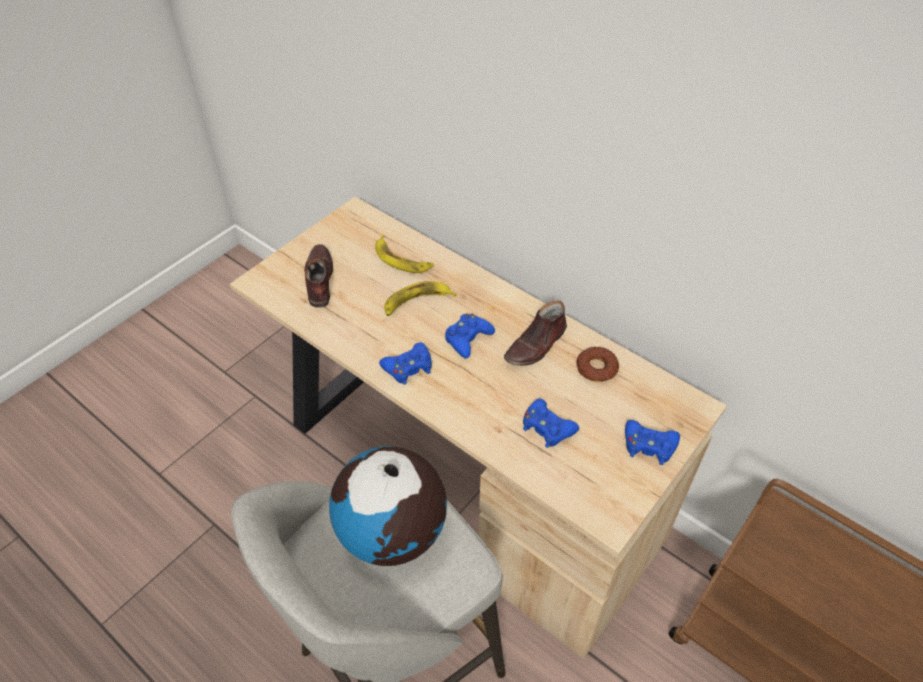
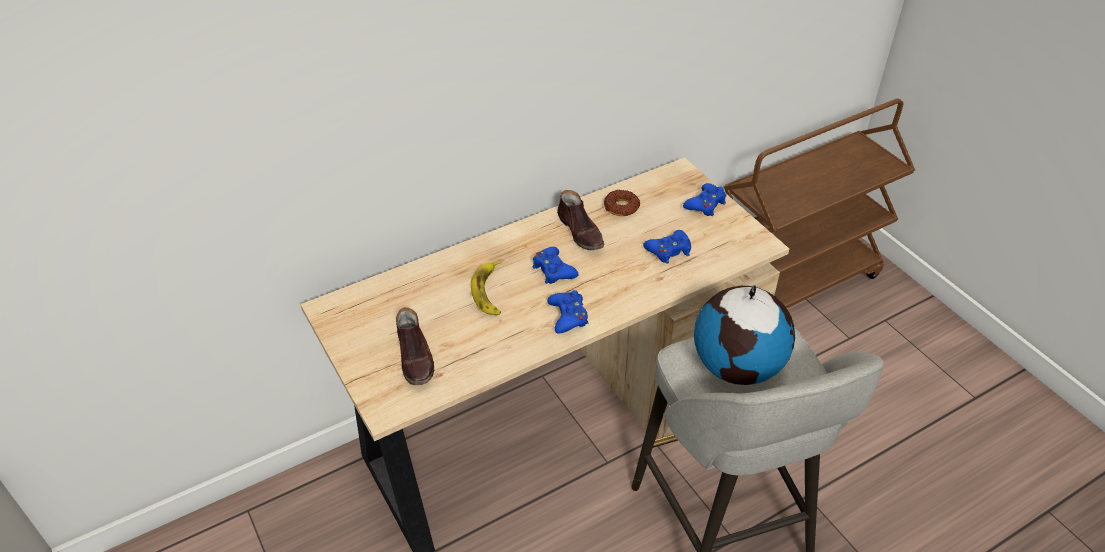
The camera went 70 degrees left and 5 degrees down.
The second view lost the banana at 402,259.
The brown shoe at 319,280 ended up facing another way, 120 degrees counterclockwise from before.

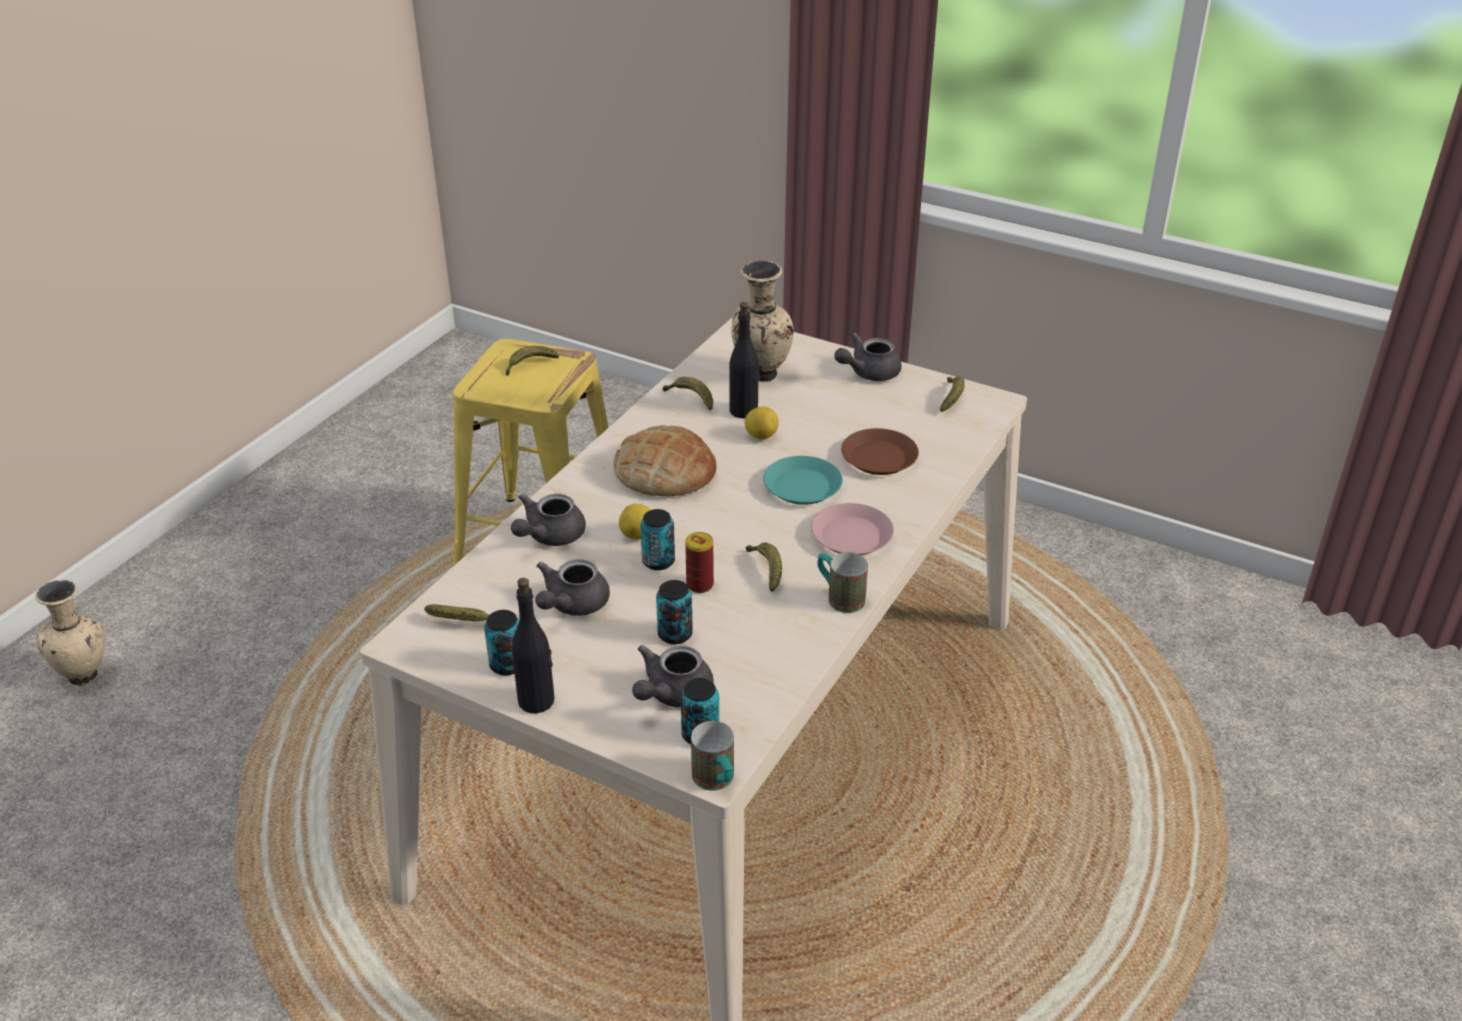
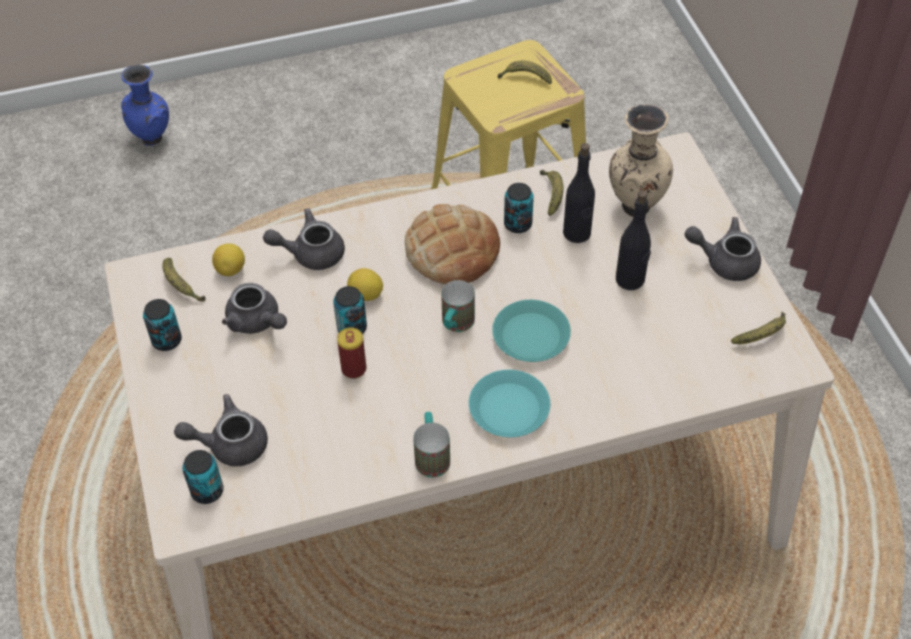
The camera went 45 degrees right and 15 degrees up.
The lemon ended up elsewhere, having gone from 761,436 to 231,269.
The second view lost the brown plate at 879,458.
What was the pink plate at 852,537 turned into the turquoise plate at 509,409.
The second view lost the banana at 767,570.
The grey teapot at 571,605 ended up facing another way, 120 degrees counterclockwise from before.
The black bottle ended up elsewhere, having gone from 537,701 to 630,280.
What was the beige vase at 86,676 turned into the blue vase at 153,139.
The can ended up elsewhere, having gone from 675,634 to 518,224.
The mug ended up elsewhere, having gone from 716,782 to 455,325.

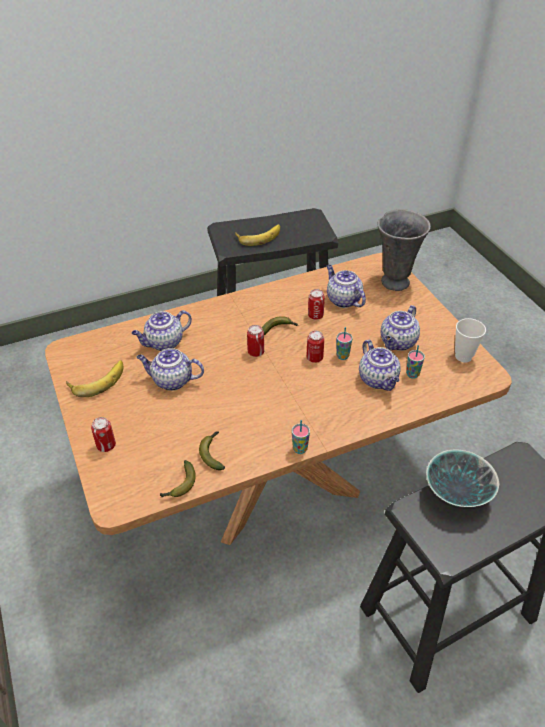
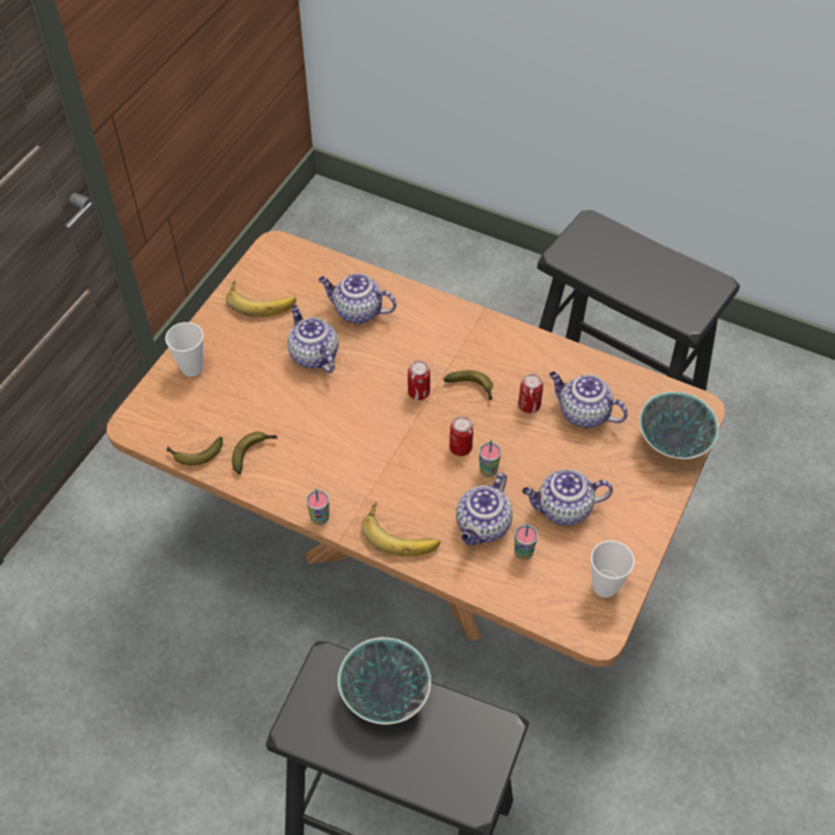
The camera went 50 degrees right and 10 degrees up.
Where the grey vase stood at 395,281, the bowl came to stand at 672,442.
The banana ended up elsewhere, having gone from 258,236 to 401,533.
The teapot at 343,300 ended up facing another way, 75 degrees counterclockwise from before.
Where the can stood at 106,445, the cup came to stand at 192,368.

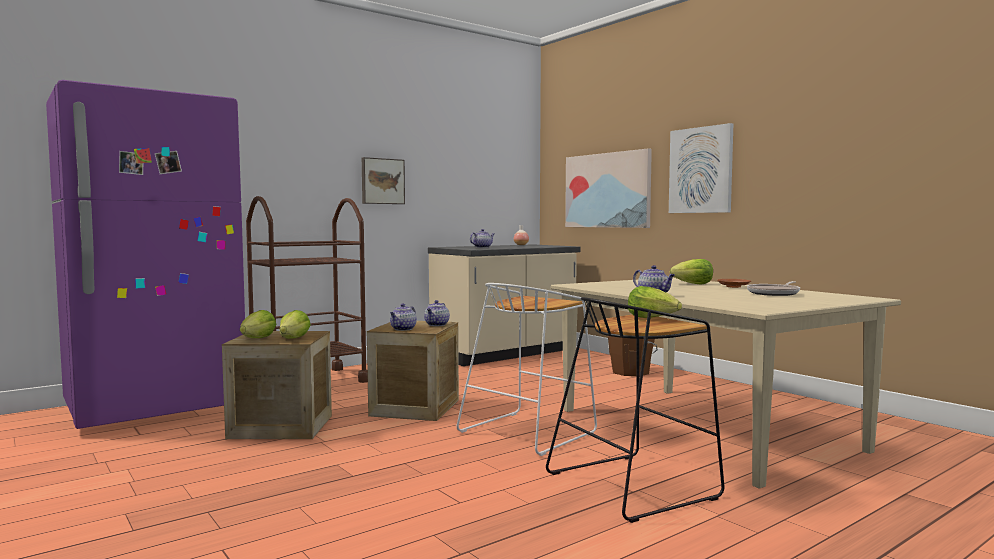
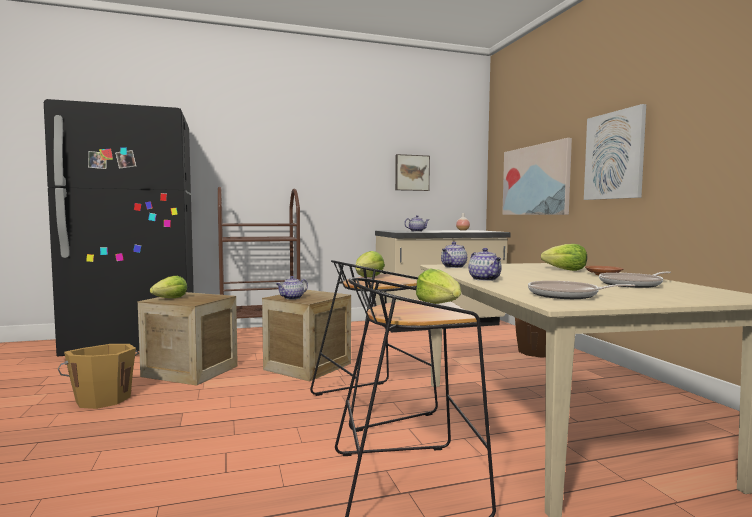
The camera went 20 degrees right and 0 degrees up.
What was the purple fridge at 156,408 turned into the black fridge at 134,345.
The picture ended up elsewhere, having gone from 382,181 to 411,173.
What was the white stool at 527,432 turned into the black stool at 373,403.
The teapot ended up elsewhere, having gone from 437,325 to 453,267.
The lettuce ended up elsewhere, having gone from 294,339 to 369,277.
The second view gained the frying pan at 567,295.
The second view gained the orange bucket at 103,399.

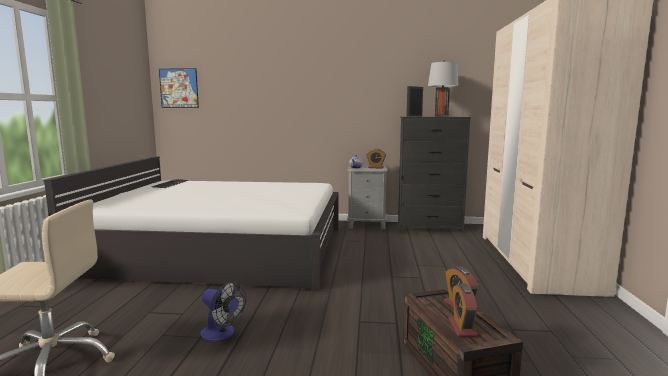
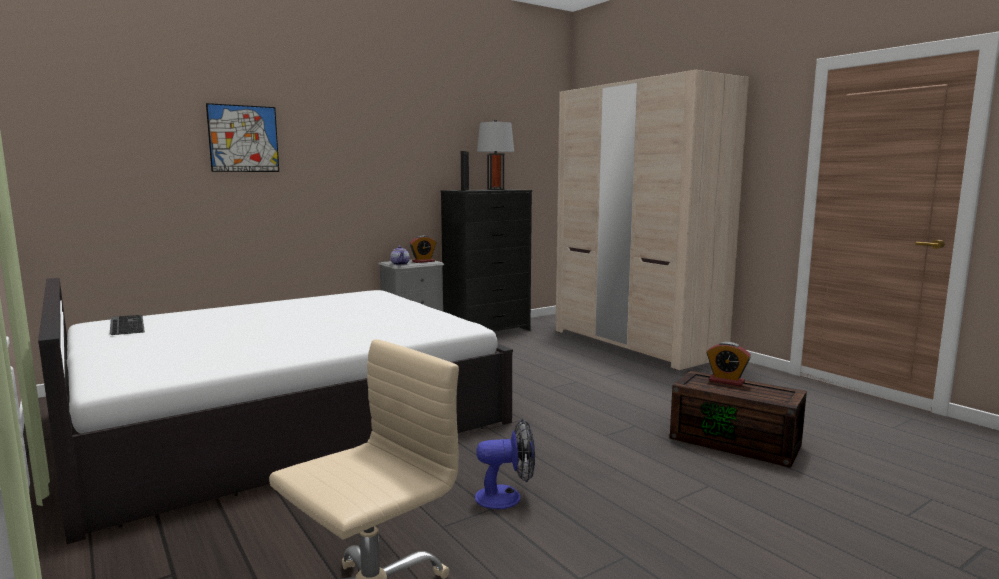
The camera went 40 degrees left and 0 degrees up.
The picture ended up elsewhere, having gone from 179,88 to 243,138.
The second view lost the alarm clock at 462,328.

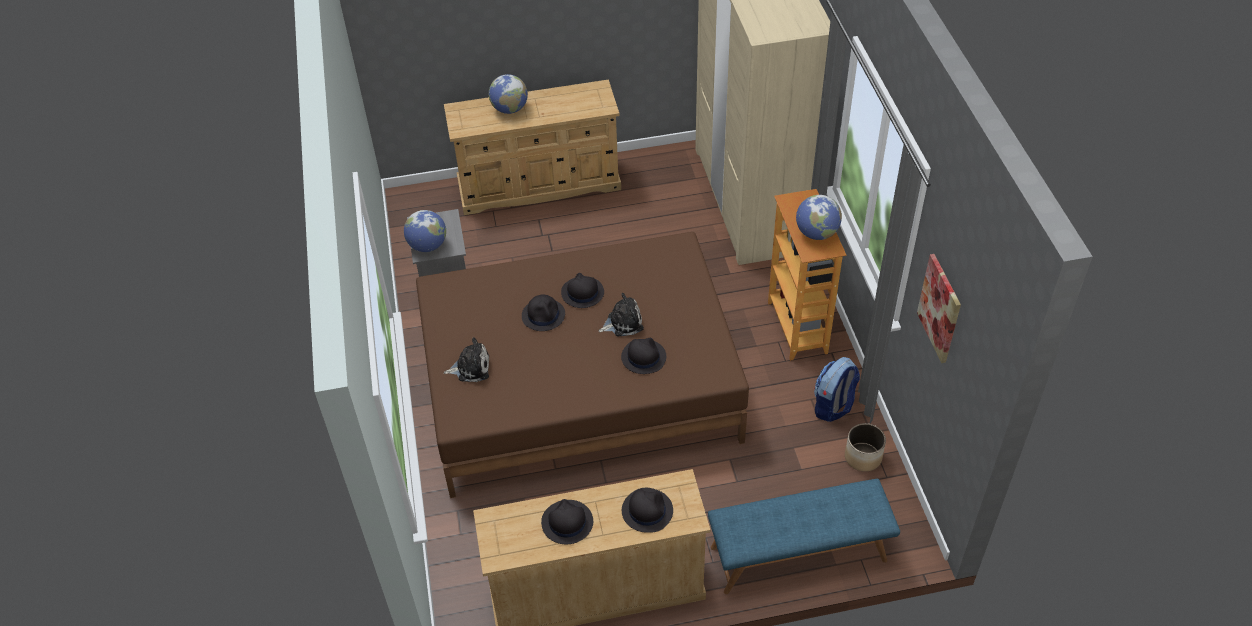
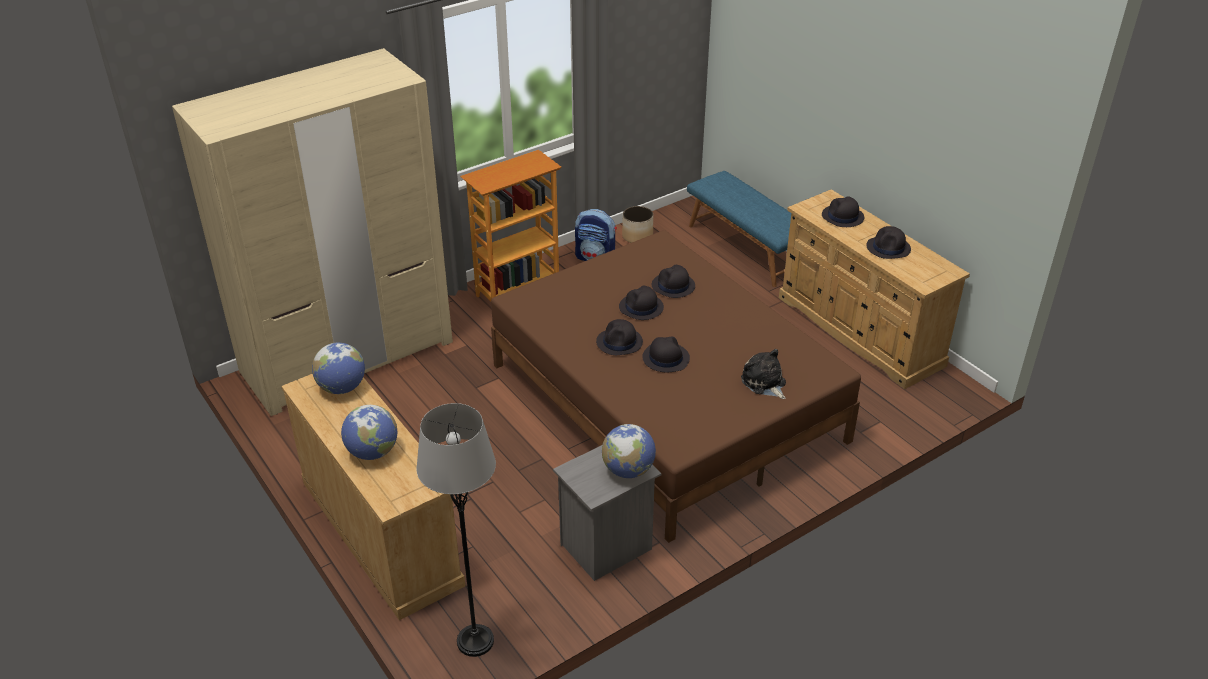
The camera went 115 degrees left and 10 degrees down.
The globe ended up elsewhere, having gone from 816,233 to 342,388.
The second view lost the picture at 940,308.
Where the plush toy stood at 623,323, the black hat came to stand at 641,307.
The second view gained the grey floor lamp at 475,641.

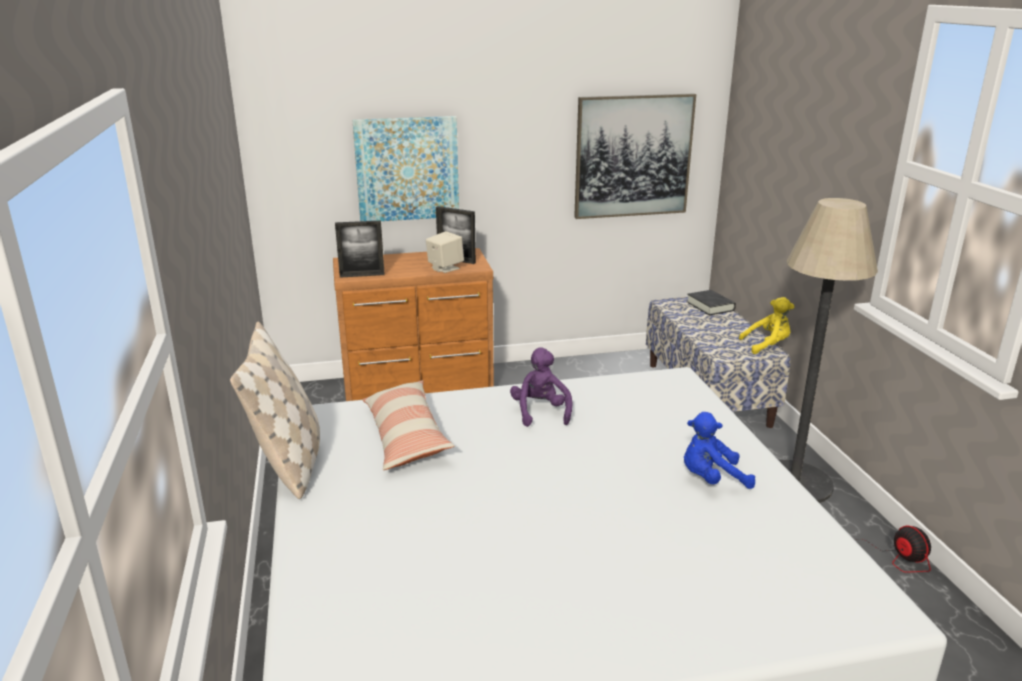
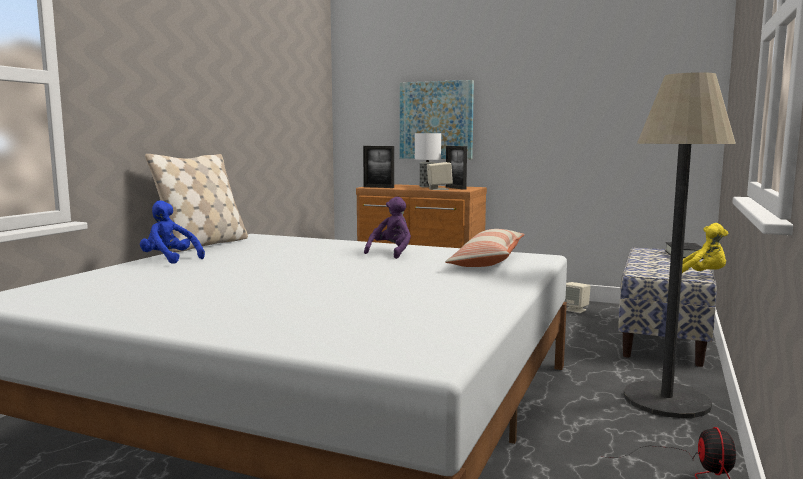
The camera went 35 degrees right and 15 degrees down.
The second view lost the picture at 633,156.
The pillow ended up elsewhere, having gone from 406,436 to 487,261.
The blue plush toy ended up elsewhere, having gone from 711,479 to 169,260.
The second view gained the table lamp at 427,186.
The second view gained the beige speaker at 575,310.

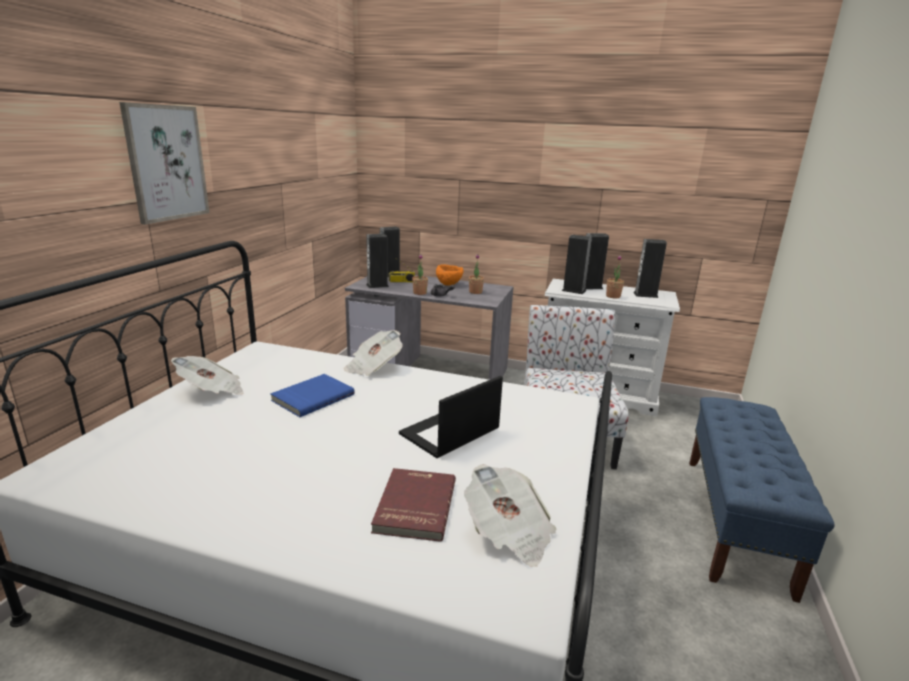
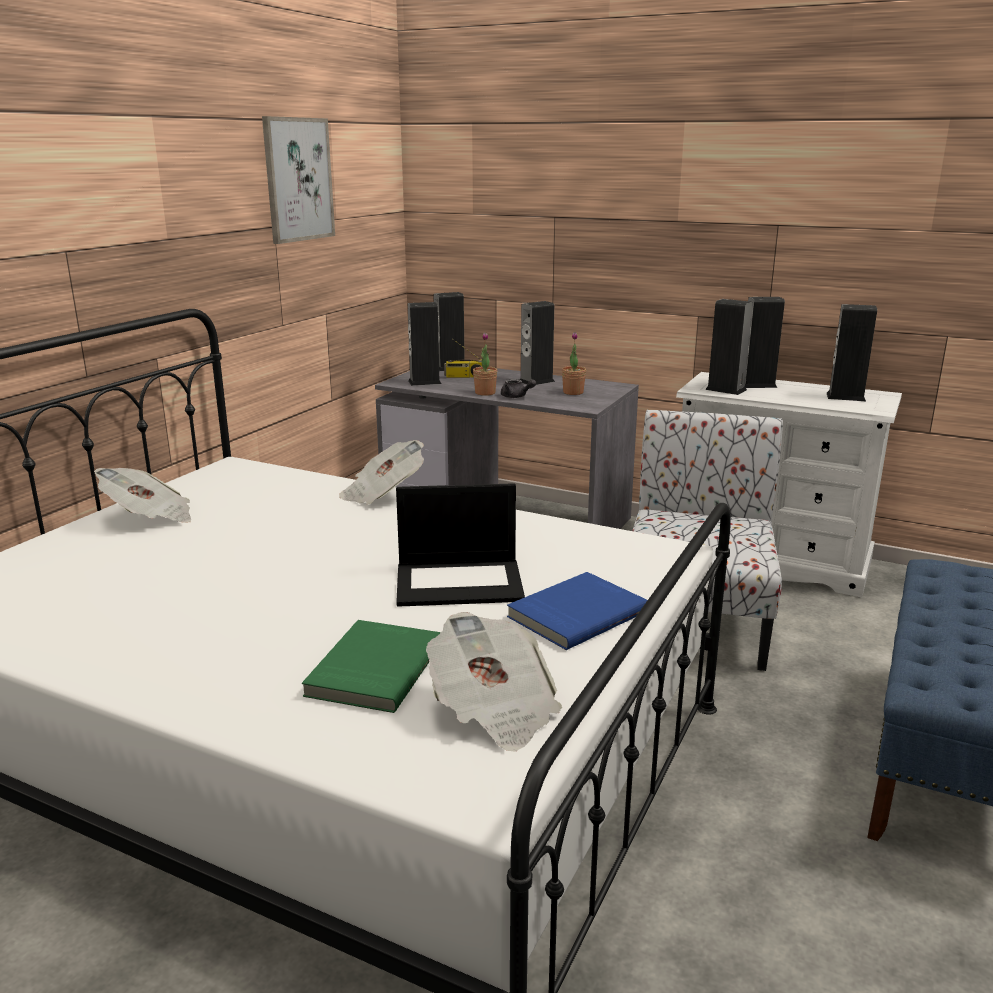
The camera went 10 degrees right and 0 degrees up.
The picture ended up elsewhere, having gone from 166,163 to 298,179.
The second view lost the potted plant at 613,296.
Where the orange bowl stood at 449,284, the speaker came to stand at 536,381.
The blue book ended up elsewhere, having gone from 312,397 to 575,613.
The laptop at 449,432 ended up facing another way, 150 degrees counterclockwise from before.
What was the red book at 413,506 turned into the green book at 373,669.

